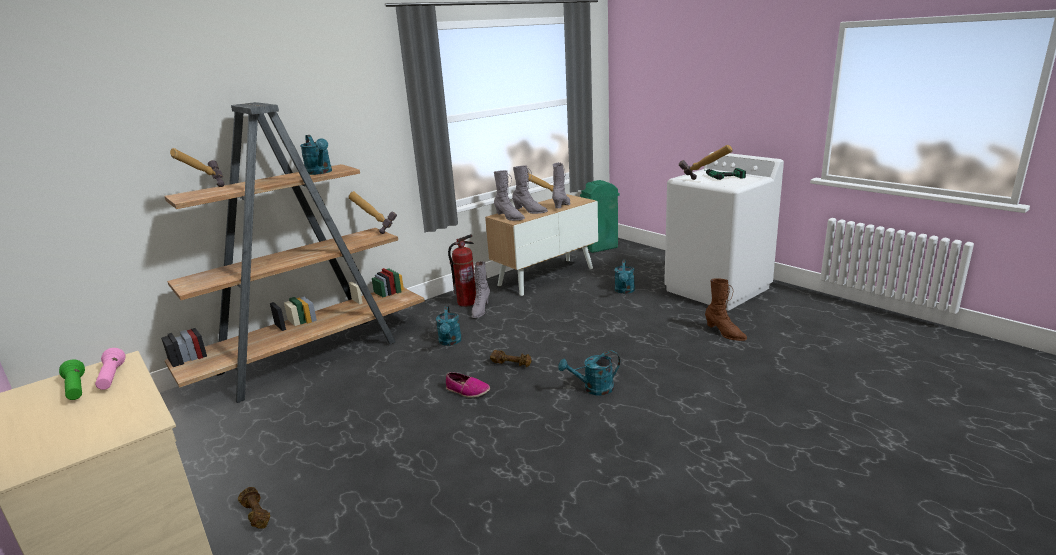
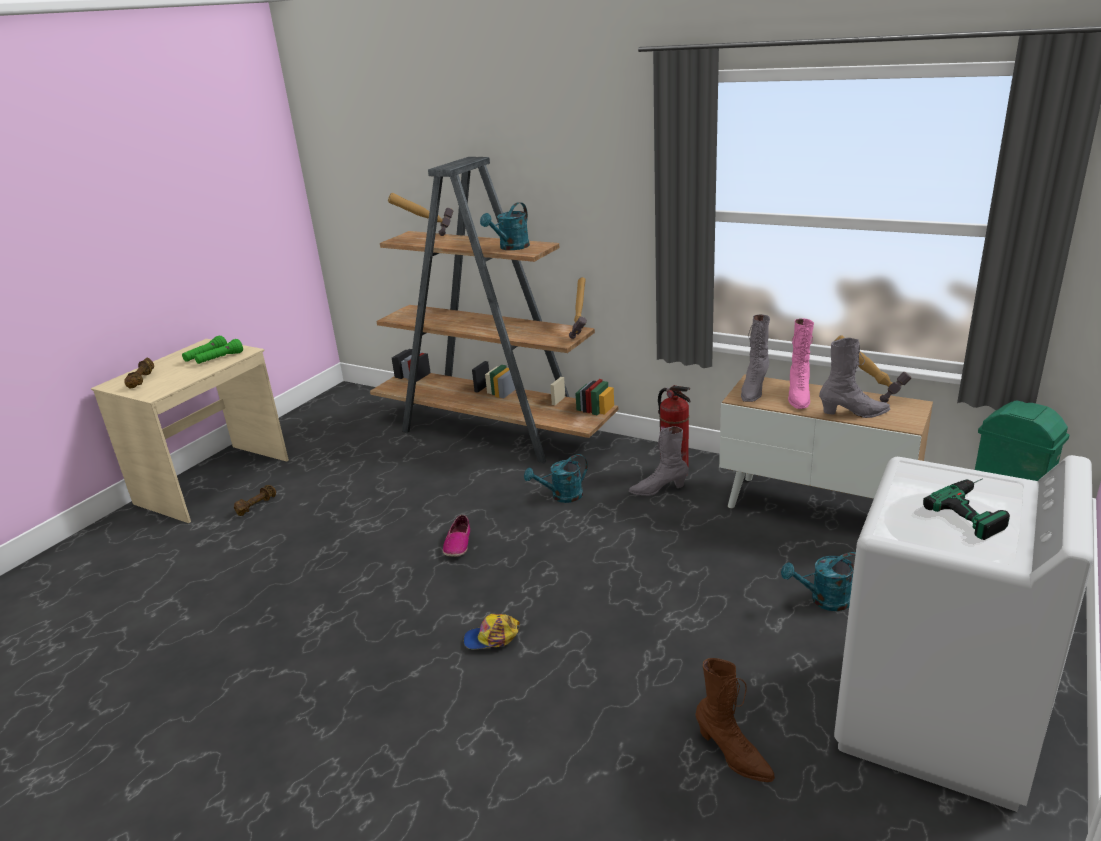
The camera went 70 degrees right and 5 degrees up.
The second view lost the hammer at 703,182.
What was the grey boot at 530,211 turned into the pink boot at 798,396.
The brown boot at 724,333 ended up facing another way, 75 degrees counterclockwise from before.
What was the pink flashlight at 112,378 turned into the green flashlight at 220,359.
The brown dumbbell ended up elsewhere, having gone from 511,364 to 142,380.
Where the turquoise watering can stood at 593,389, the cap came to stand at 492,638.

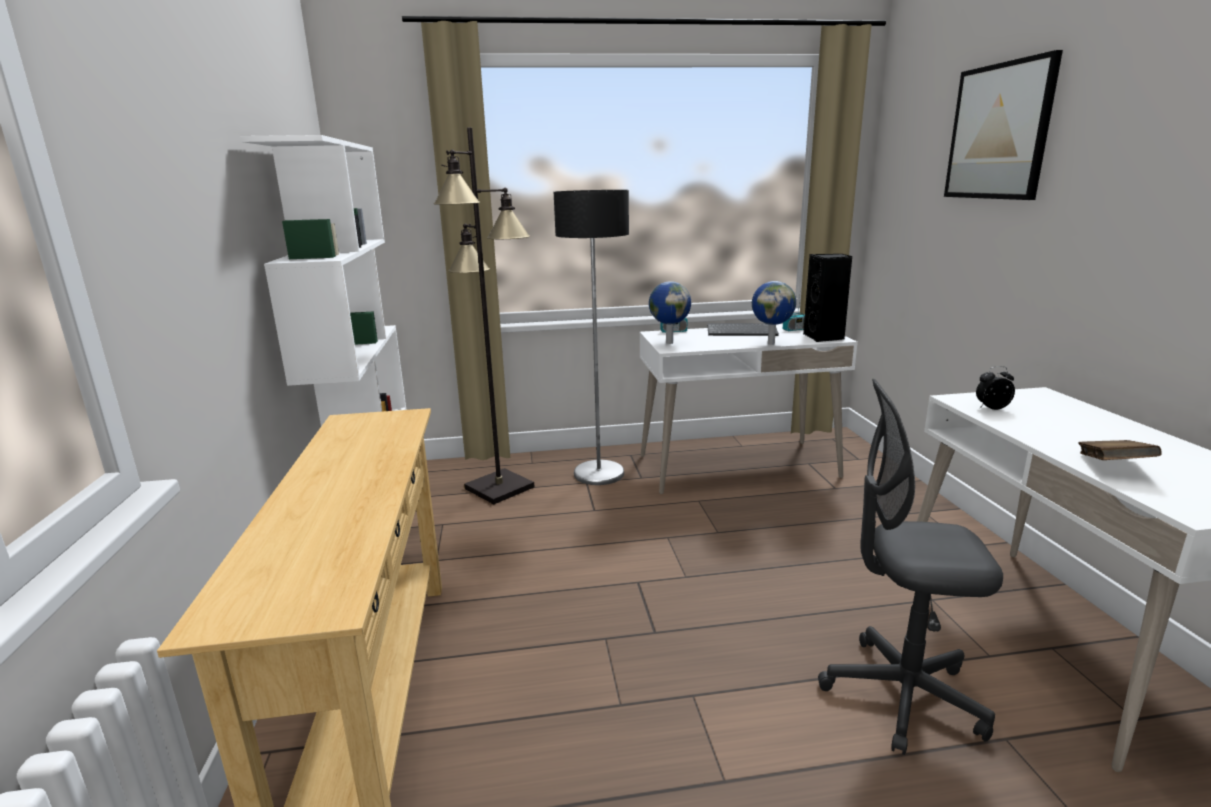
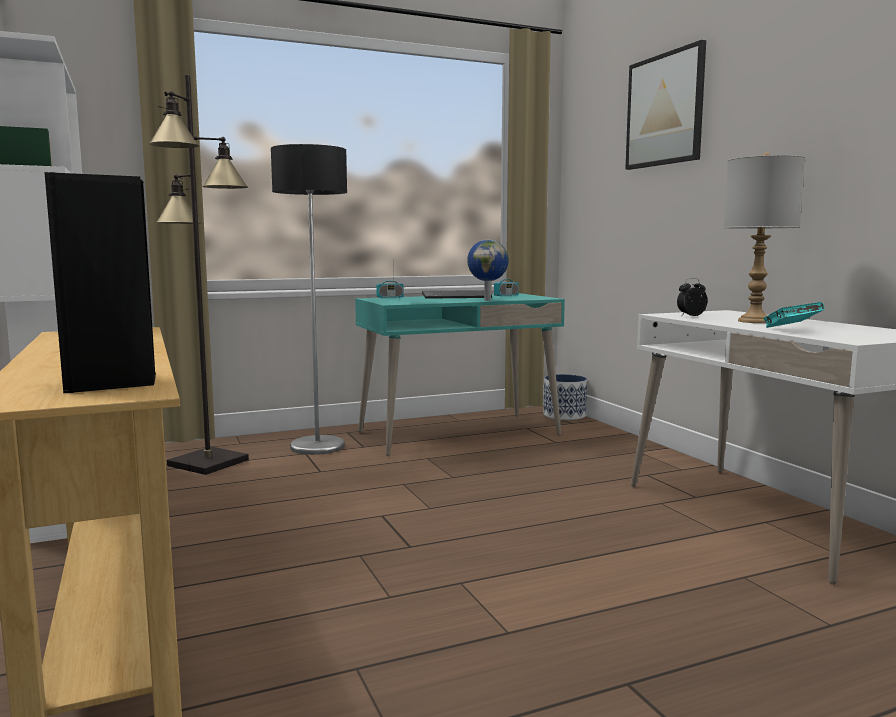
The camera went 15 degrees left and 10 degrees down.
The black speaker ended up elsewhere, having gone from 824,337 to 111,383.
The second view lost the globe at 669,342.
What was the white desk at 737,466 turned into the turquoise desk at 458,434.
The second view lost the grey office chair at 901,695.
What was the brown book at 1112,466 turned into the turquoise book at 791,330.
The second view gained the grey table lamp at 754,321.
The second view gained the planter at 564,415.

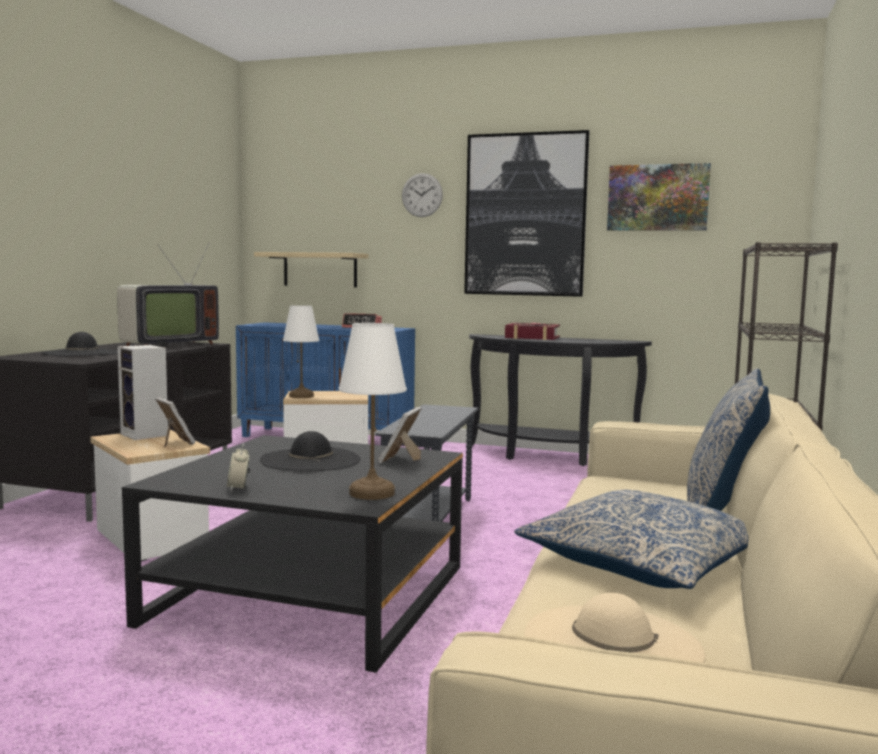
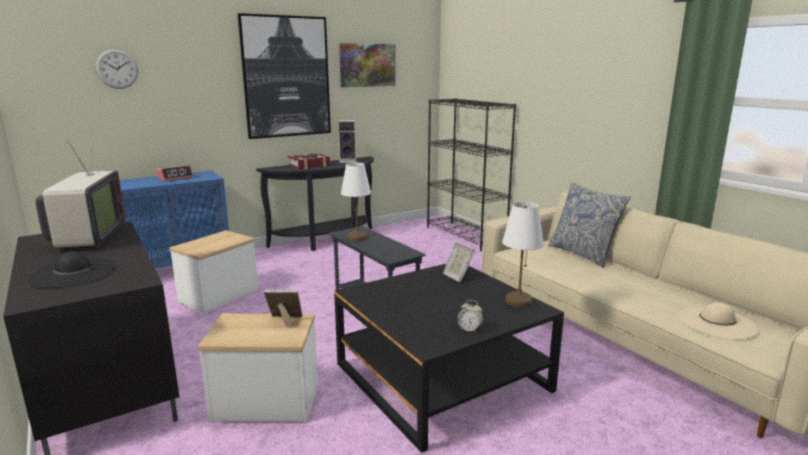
The camera went 50 degrees left and 10 degrees up.
The wall clock ended up elsewhere, having gone from 422,195 to 117,69.
The second view lost the beige shelf at 320,270.
The white table lamp ended up elsewhere, having gone from 302,396 to 357,237.
The speaker ended up elsewhere, having gone from 146,435 to 348,161.
The second view lost the black hat at 310,460.
The second view lost the pillow at 641,561.

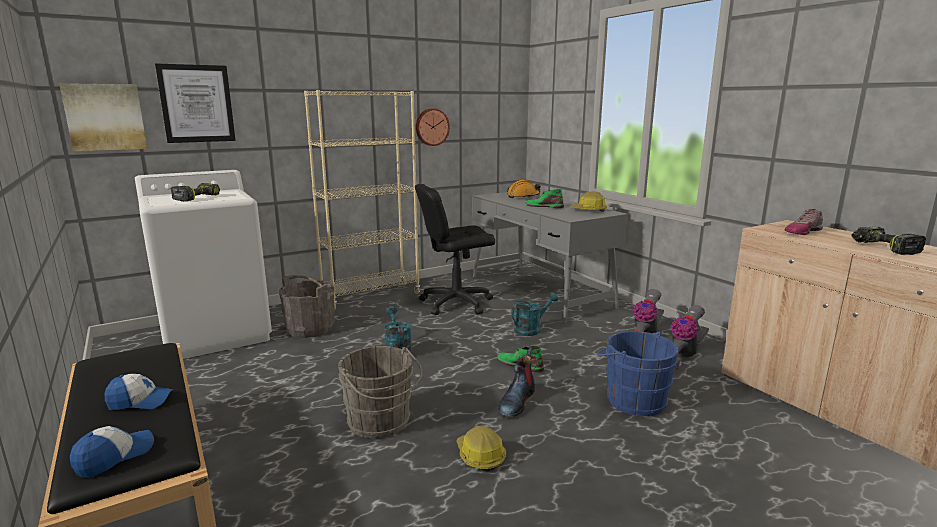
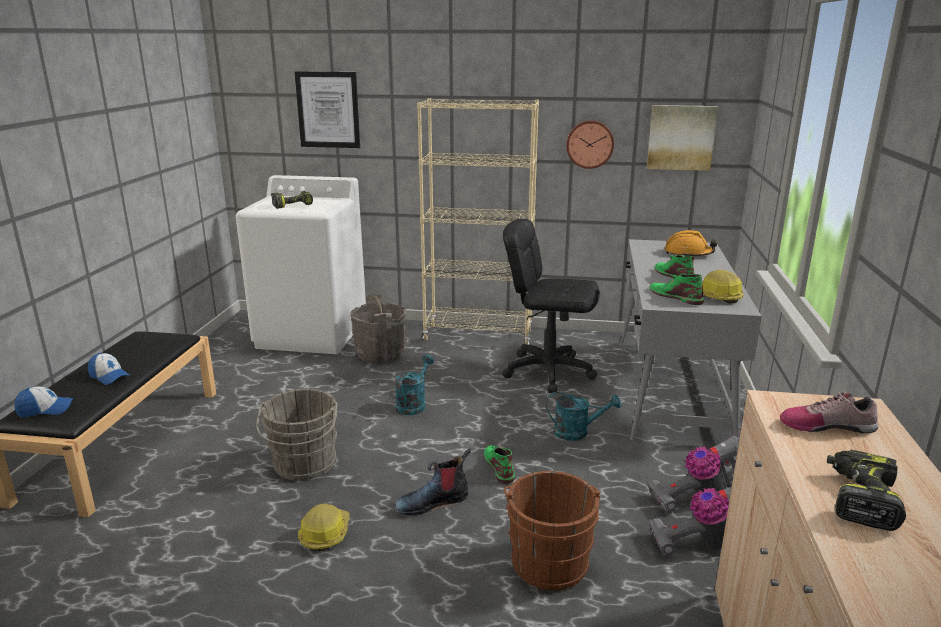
The camera went 40 degrees right and 5 degrees up.
The picture ended up elsewhere, having gone from 105,117 to 681,137.
What was the blue bucket at 632,399 turned into the brown bucket at 549,560.
The second view gained the green boot at 675,296.

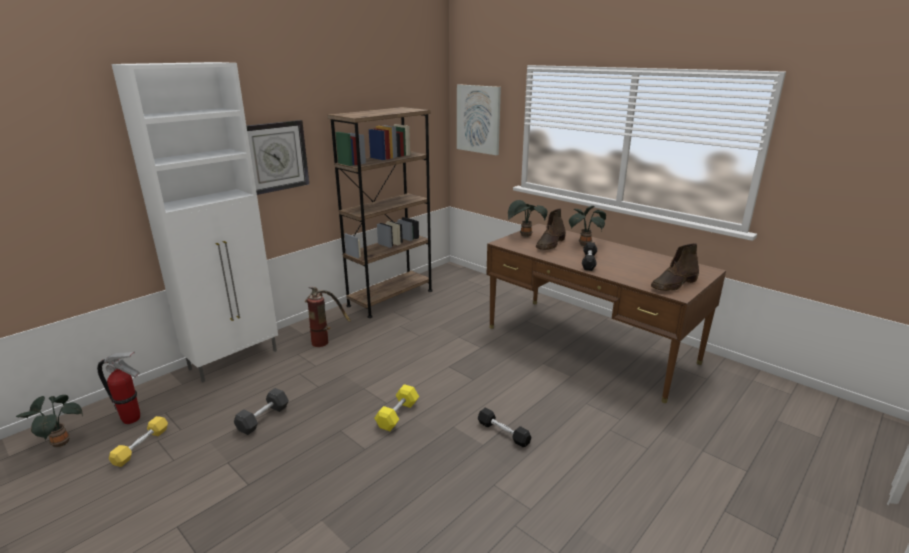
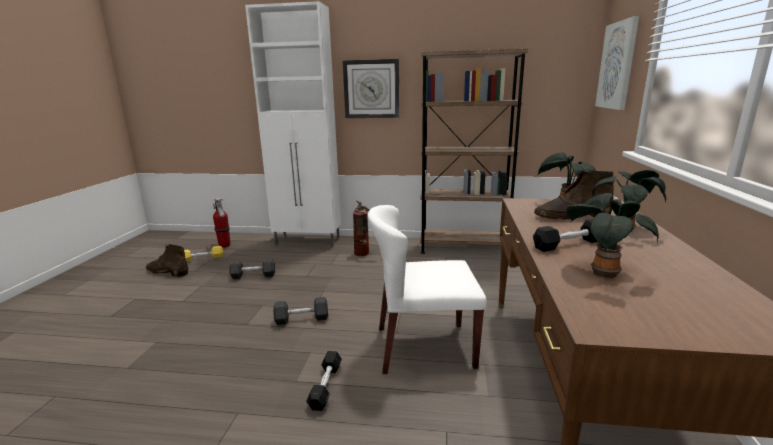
The camera went 55 degrees right and 5 degrees down.
The brown boot ended up elsewhere, having gone from 673,285 to 167,272.
What was the yellow dumbbell at 397,415 turned into the grey dumbbell at 302,319.
The potted plant ended up elsewhere, having gone from 59,443 to 601,273.
The second view gained the white chair at 423,347.

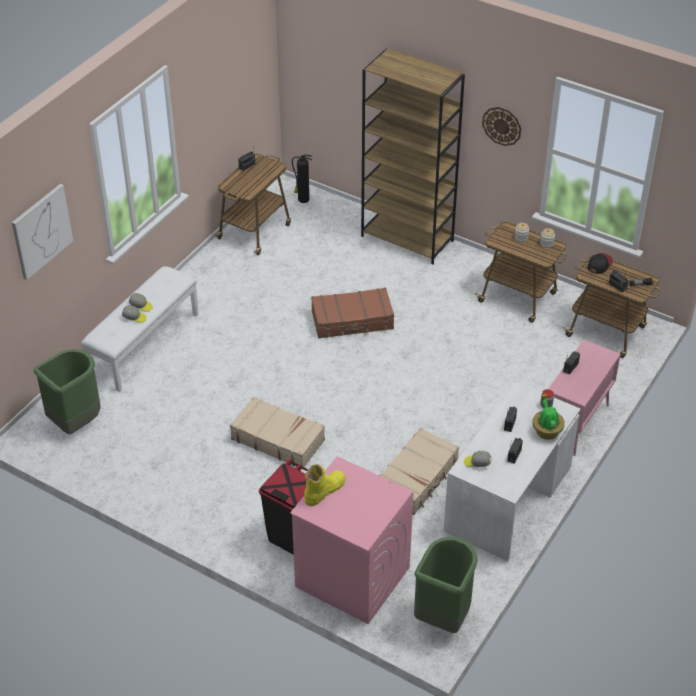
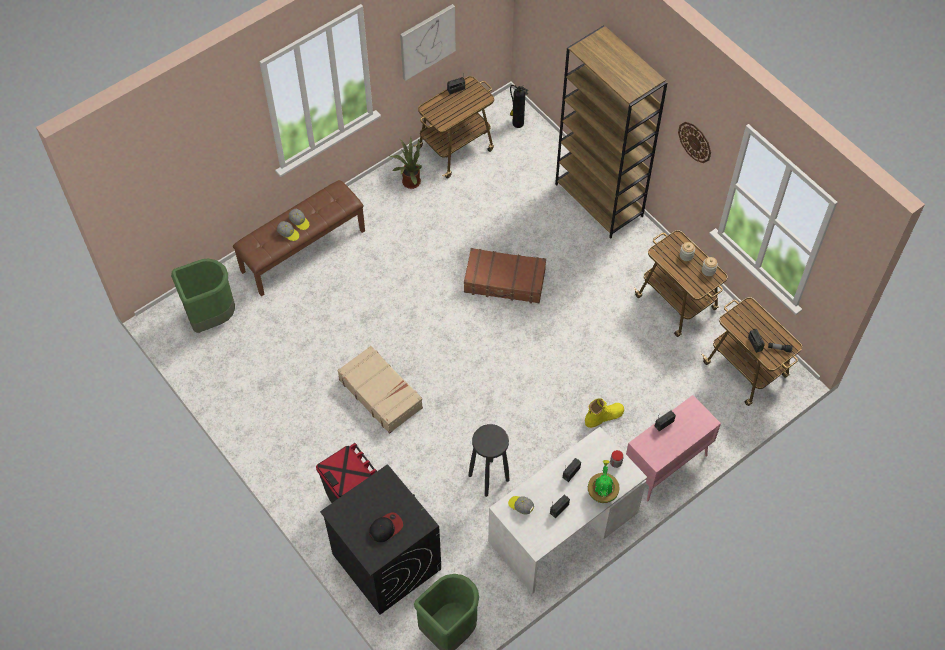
The camera went 20 degrees right and 15 degrees up.
The picture ended up elsewhere, having gone from 41,231 to 427,41.
The cap ended up elsewhere, having gone from 599,264 to 386,528.
What was the white bench at 144,344 turned into the brown bench at 303,250.
Where the beige suitcase stood at 417,478, the black stool came to stand at 489,477.
What was the pink washing machine at 351,576 turned into the black washing machine at 386,561.
The yellow boot ended up elsewhere, having gone from 324,491 to 604,416.
The second view gained the potted plant at 409,181.

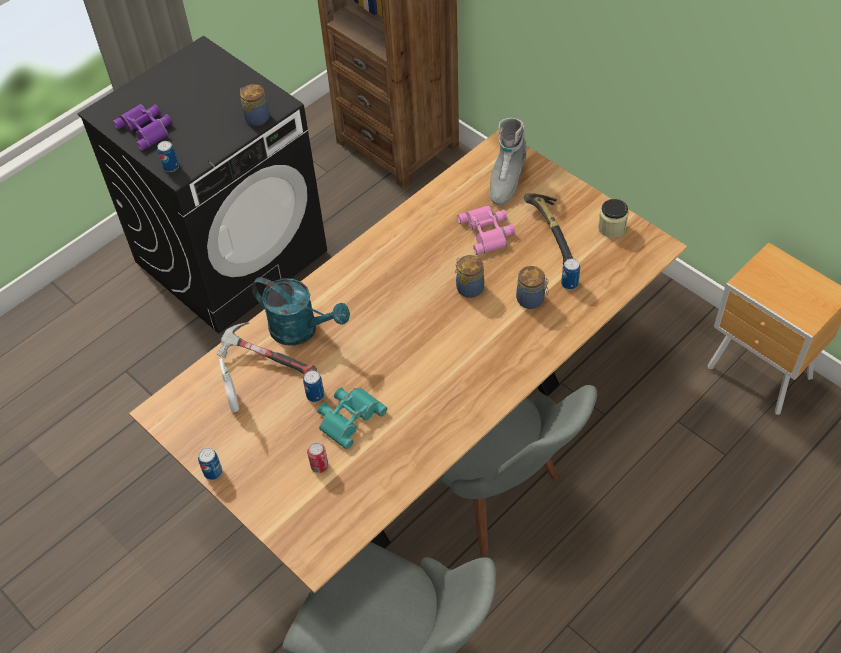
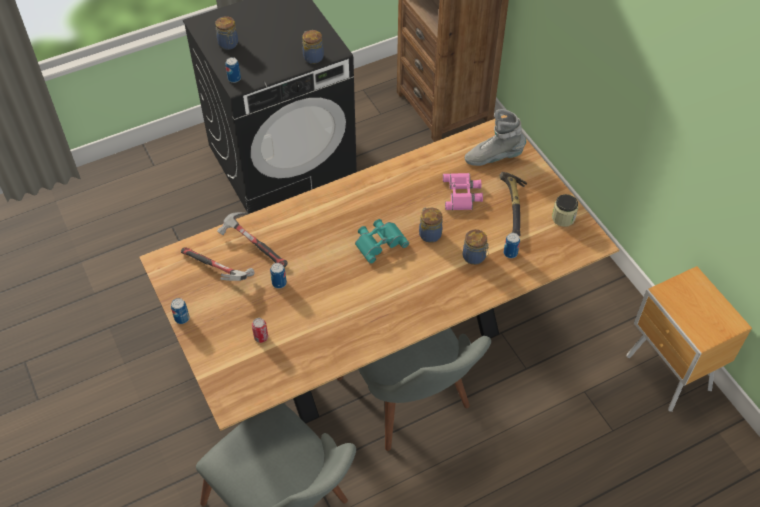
The camera went 15 degrees right and 0 degrees up.
Where the purple binoculars stood at 147,128, the jar came to stand at 228,44.
The grey boot at 506,181 ended up facing another way, 45 degrees clockwise from before.
The second view lost the turquoise watering can at 301,330.
Where the white spray bottle stood at 234,402, the hammer came to stand at 217,271.
The turquoise binoculars ended up elsewhere, having gone from 348,417 to 379,242.

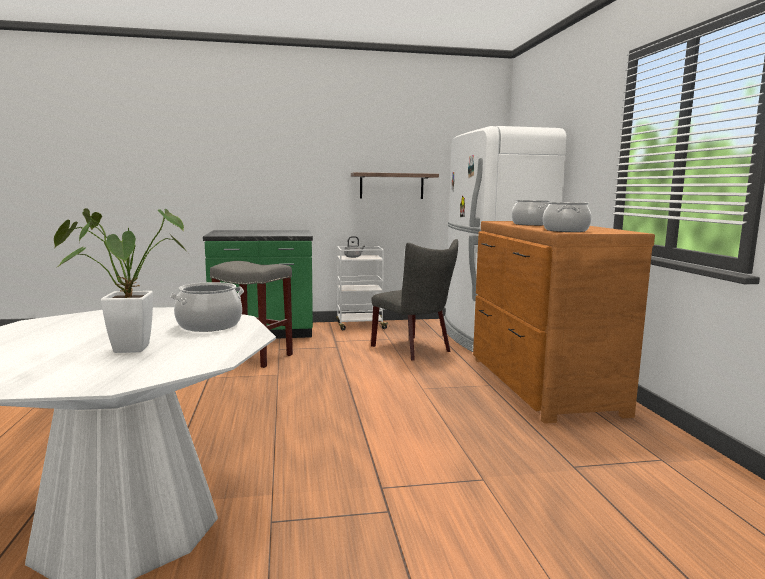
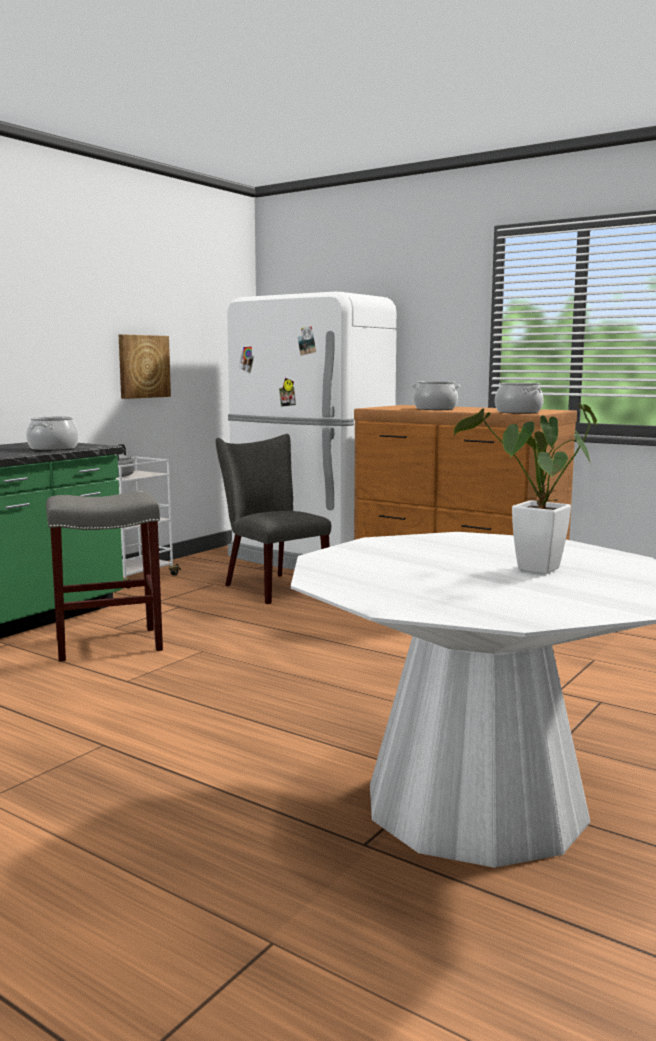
The camera went 45 degrees left and 0 degrees up.
Where the shelf hung at 391,186, the picture came to hang at 143,366.
The grey chair at 415,349 ended up facing another way, 135 degrees counterclockwise from before.
The cooking pot ended up elsewhere, having gone from 209,325 to 53,448.

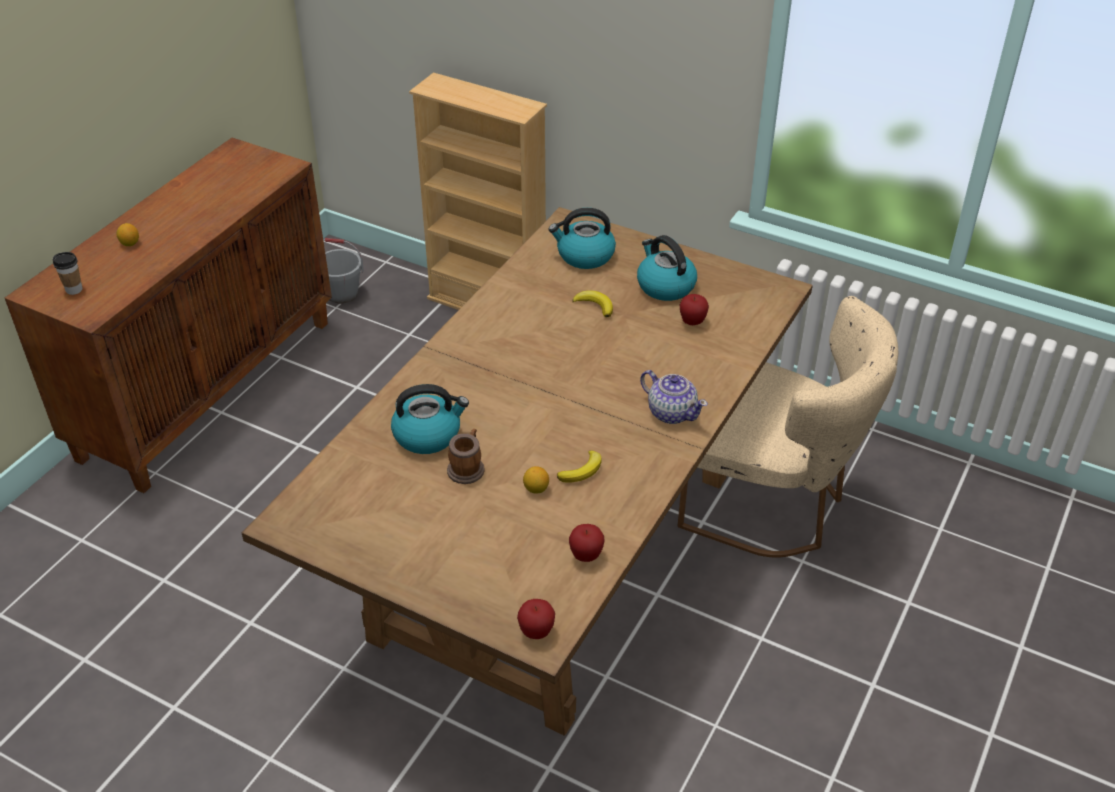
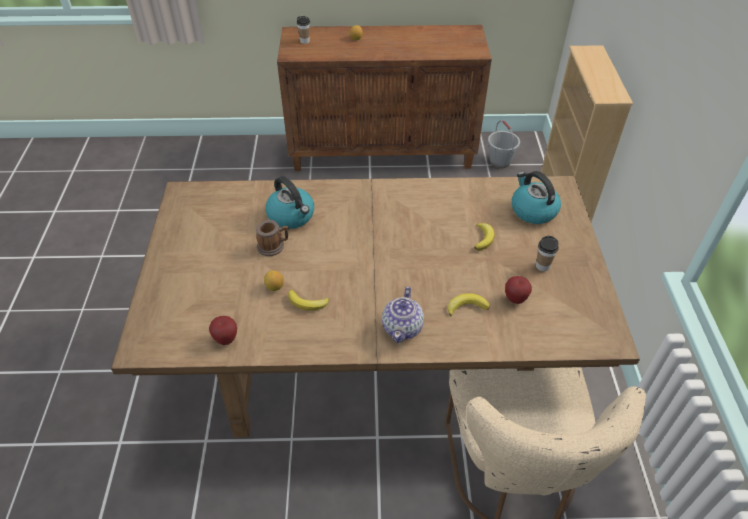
The camera went 60 degrees right and 5 degrees up.
Where the kettle stood at 665,286, the cup came to stand at 542,266.
The second view lost the apple at 536,632.
The second view gained the banana at 466,306.

